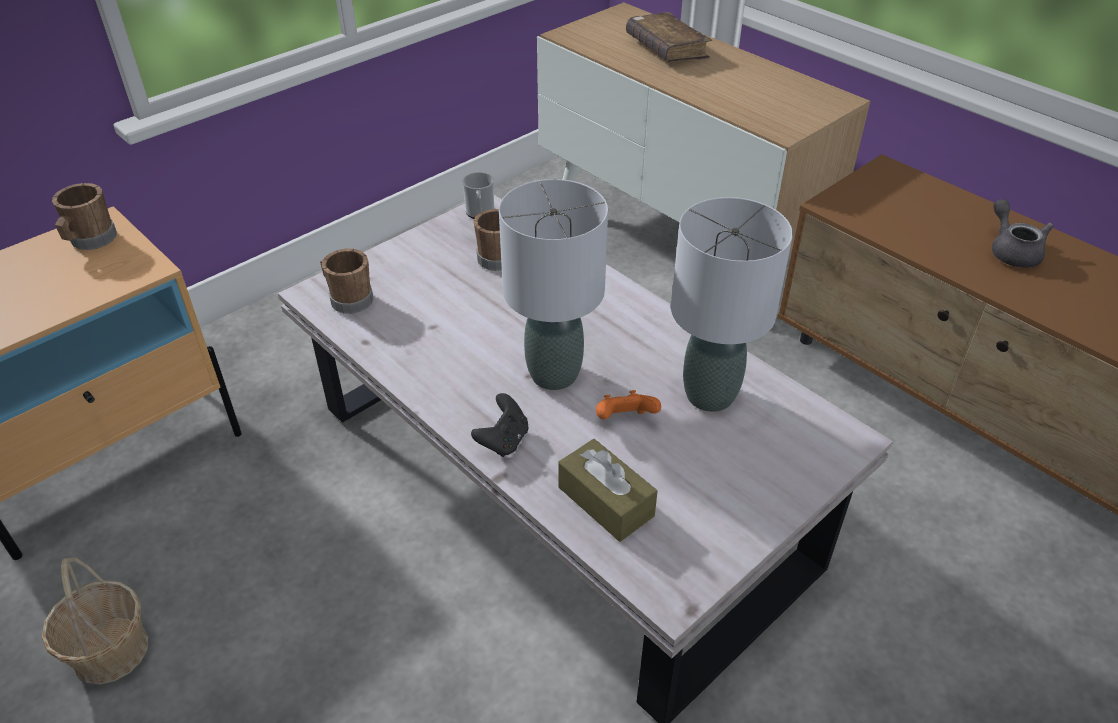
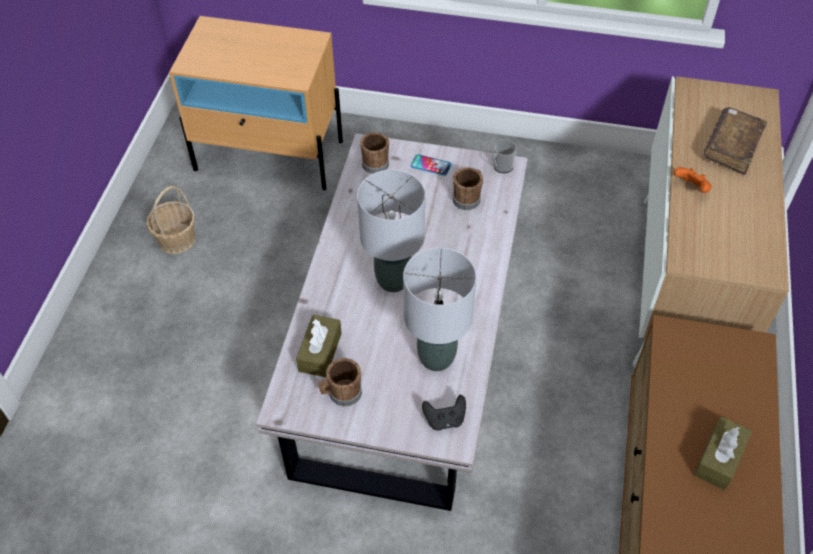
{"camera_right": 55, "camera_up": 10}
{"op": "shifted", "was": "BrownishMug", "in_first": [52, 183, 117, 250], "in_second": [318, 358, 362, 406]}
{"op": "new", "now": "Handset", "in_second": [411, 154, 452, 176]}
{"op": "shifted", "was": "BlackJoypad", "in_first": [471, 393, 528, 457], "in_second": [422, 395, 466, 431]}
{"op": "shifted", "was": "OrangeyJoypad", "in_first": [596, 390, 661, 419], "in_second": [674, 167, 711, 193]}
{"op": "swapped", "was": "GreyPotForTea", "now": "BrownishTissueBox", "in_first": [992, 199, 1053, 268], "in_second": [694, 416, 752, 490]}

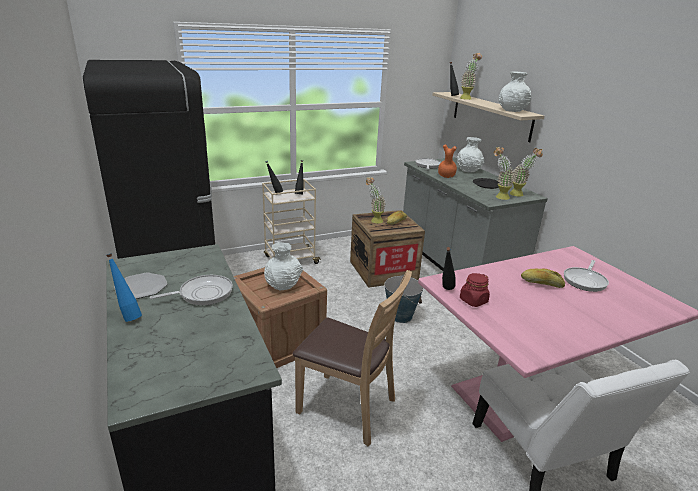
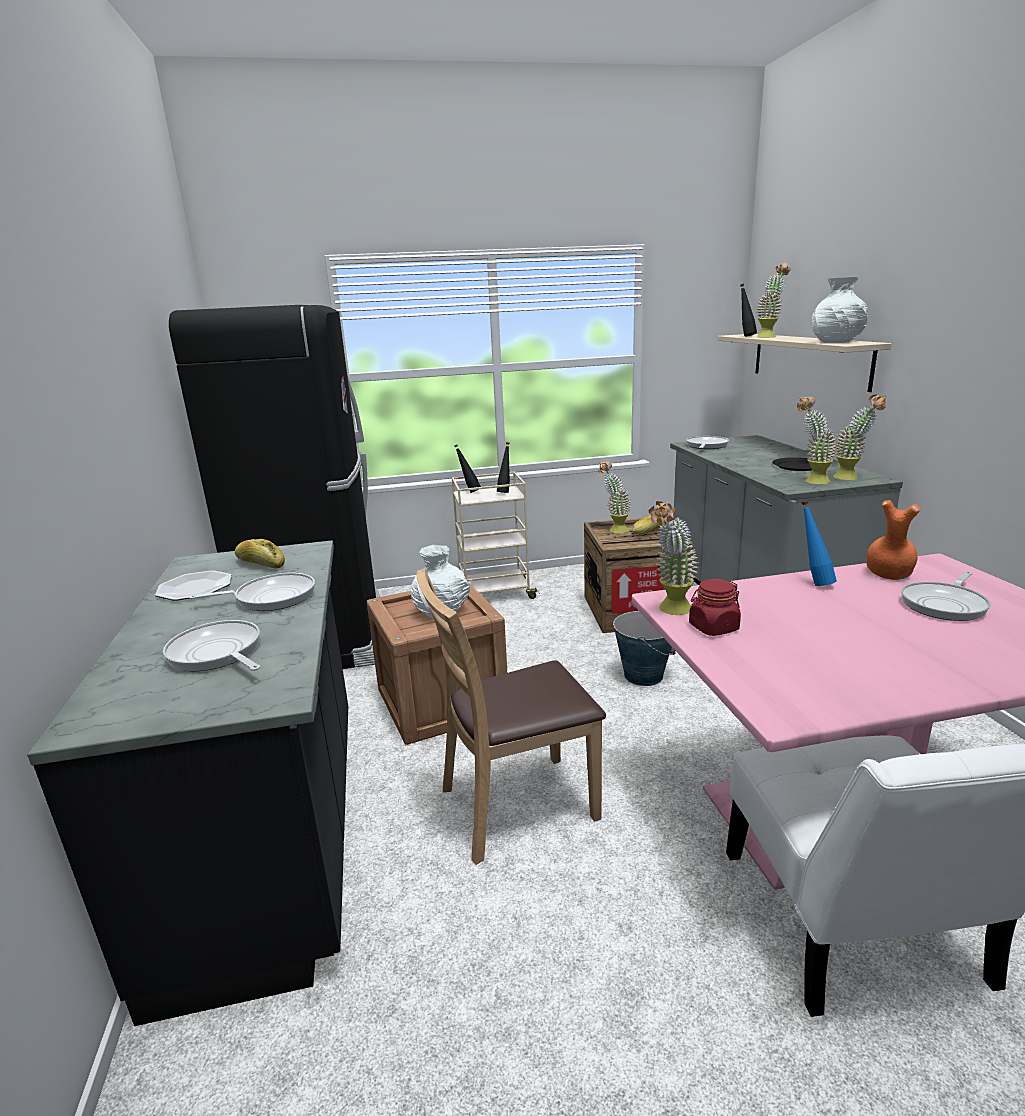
{"camera_right": 15, "camera_up": -5}
{"op": "new", "now": "Skillet", "in_second": [163, 620, 261, 671]}
{"op": "shifted", "was": "BakedBread", "in_first": [521, 269, 565, 288], "in_second": [235, 539, 285, 568]}
{"op": "rotated", "was": "BrownishChair", "in_first": [293, 270, 412, 446], "in_second": [416, 568, 606, 865], "clockwise": 120}
{"op": "swapped", "was": "BlackBeverageBottle", "now": "PottedPlant", "in_first": [442, 247, 455, 290], "in_second": [649, 501, 699, 615]}
{"op": "shifted", "was": "BluishBeverageBottle", "in_first": [106, 253, 142, 322], "in_second": [801, 500, 837, 586]}
{"op": "shifted", "was": "OrangeyFlowerVase", "in_first": [438, 145, 457, 178], "in_second": [866, 500, 920, 580]}
{"op": "gone", "was": "WhiteColouredFlowerVase", "in_first": [457, 137, 485, 173]}

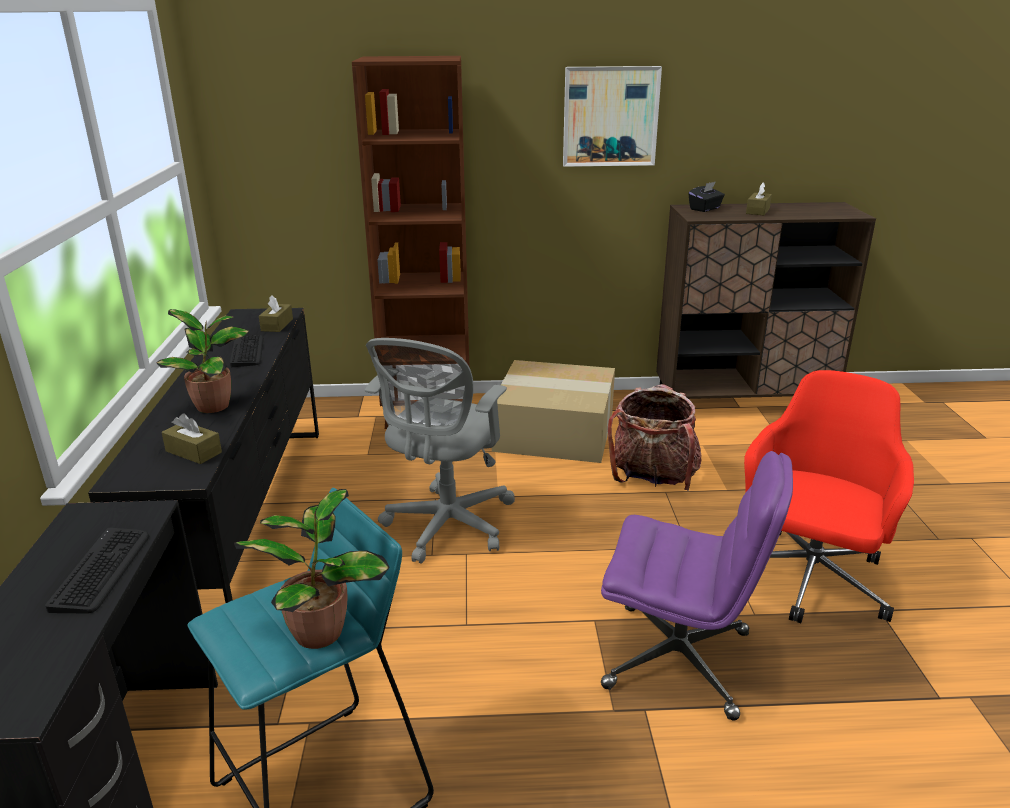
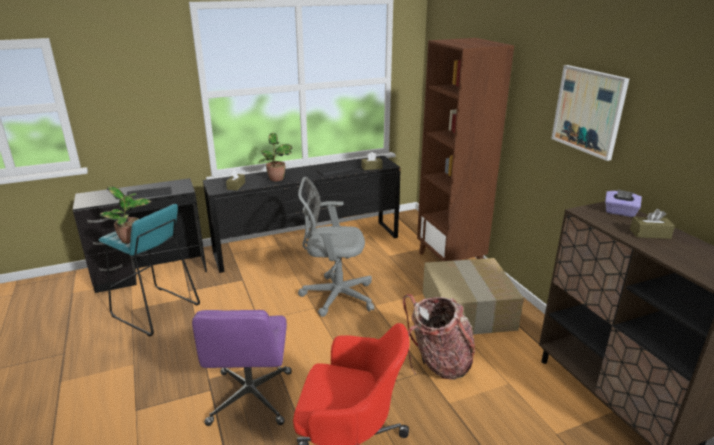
{"camera_right": 70, "camera_up": 0}
{"op": "repainted", "was": "BlackTissueBox", "now": "PurplishTissueBox", "in_first": [689, 182, 725, 212], "in_second": [605, 190, 642, 217]}

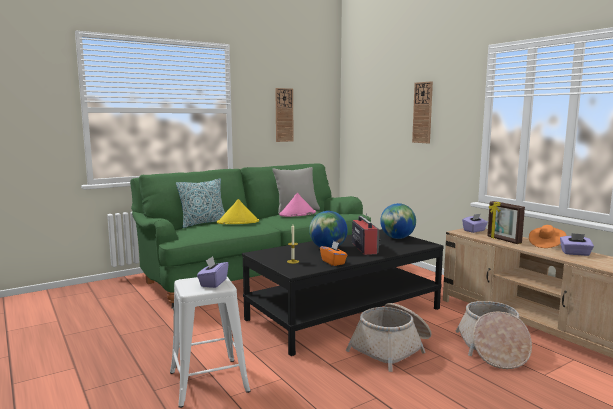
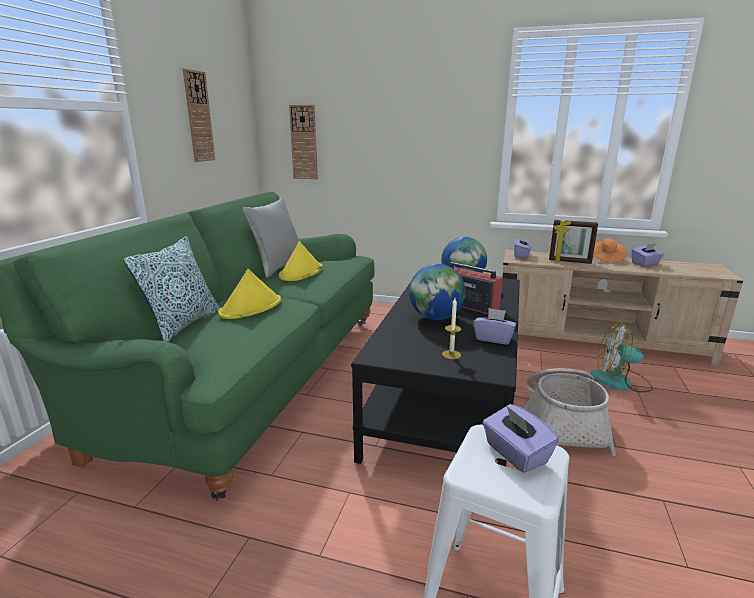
{"camera_right": -40, "camera_up": 10}
{"op": "repainted", "was": "PinkishWearableHat", "now": "YellowWearableHat", "in_first": [279, 193, 316, 217], "in_second": [279, 241, 322, 281]}
{"op": "shifted", "was": "WallClock", "in_first": [412, 81, 433, 144], "in_second": [289, 105, 318, 179]}
{"op": "repainted", "was": "OrangeyTissueBox", "now": "PurplishTissueBox", "in_first": [320, 241, 347, 266], "in_second": [473, 308, 516, 345]}
{"op": "swapped", "was": "Basket", "now": "CoolingFan", "in_first": [456, 301, 532, 369], "in_second": [590, 323, 653, 393]}

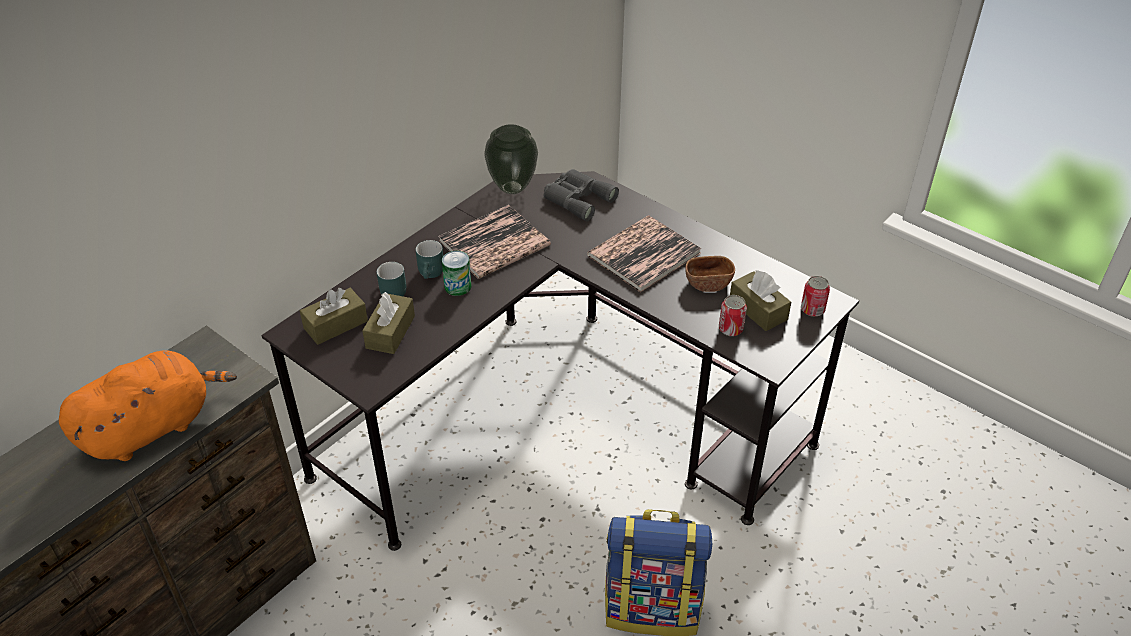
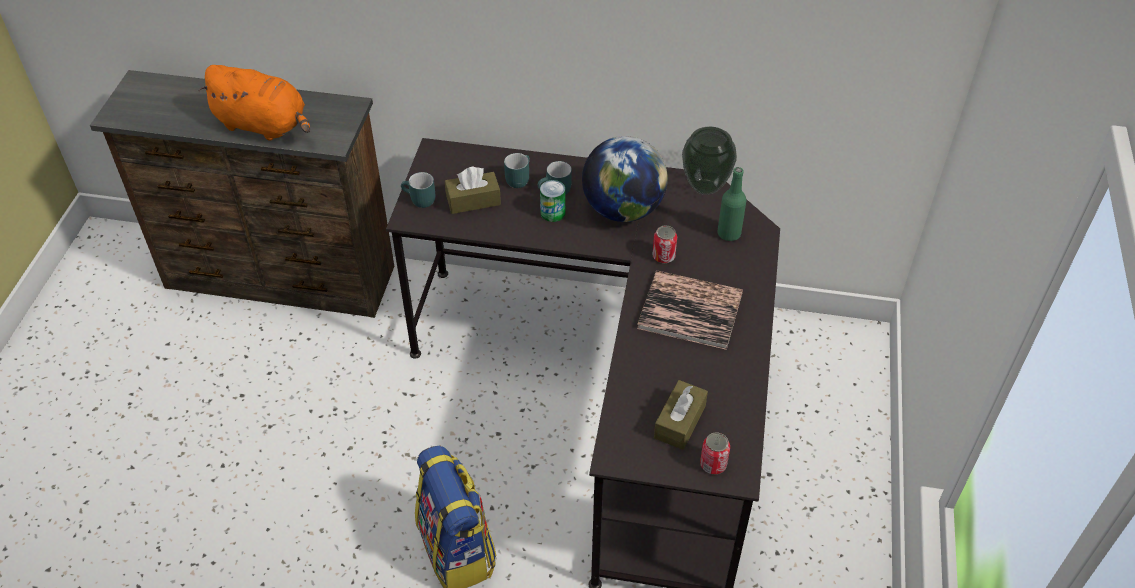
{"camera_right": 60, "camera_up": 5}
{"op": "new", "now": "TurquoiseColouredMug", "in_second": [401, 172, 435, 208]}
{"op": "swapped", "was": "Volume", "now": "DeskGlobe", "in_first": [438, 205, 551, 279], "in_second": [582, 136, 668, 222]}
{"op": "shifted", "was": "MetalCan", "in_first": [719, 295, 747, 336], "in_second": [652, 225, 677, 263]}
{"op": "swapped", "was": "GreyBinoculars", "now": "GreenBeverageBottle", "in_first": [543, 169, 619, 221], "in_second": [717, 167, 747, 241]}
{"op": "gone", "was": "BrownishTissueBox", "in_first": [300, 288, 368, 345]}
{"op": "gone", "was": "BrownishDeepDish", "in_first": [685, 256, 735, 292]}

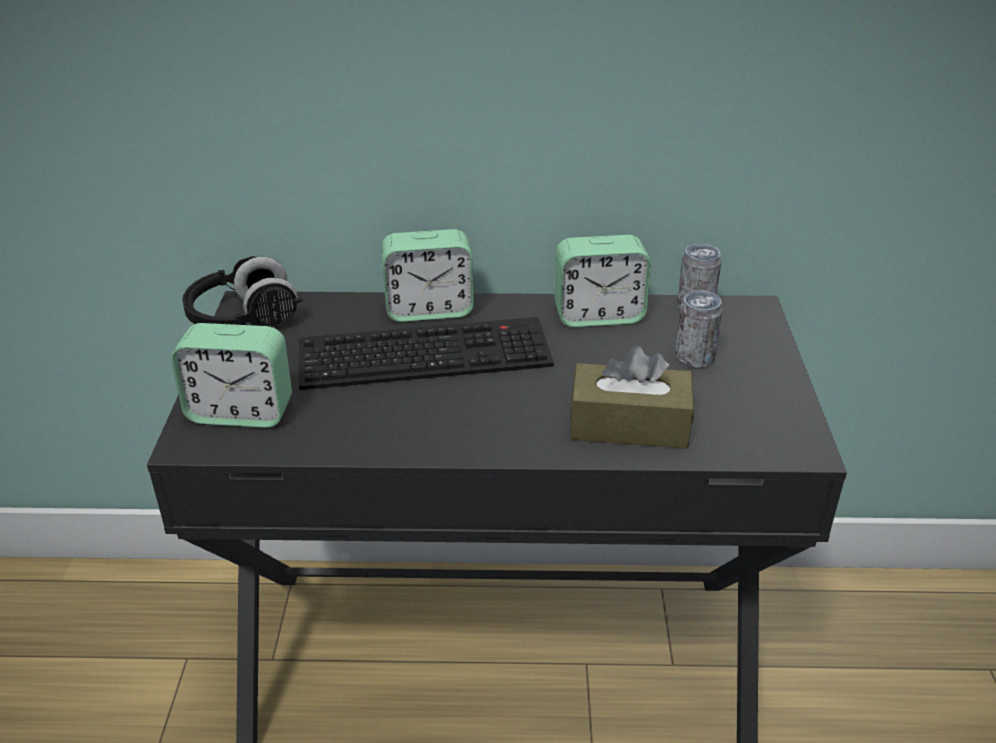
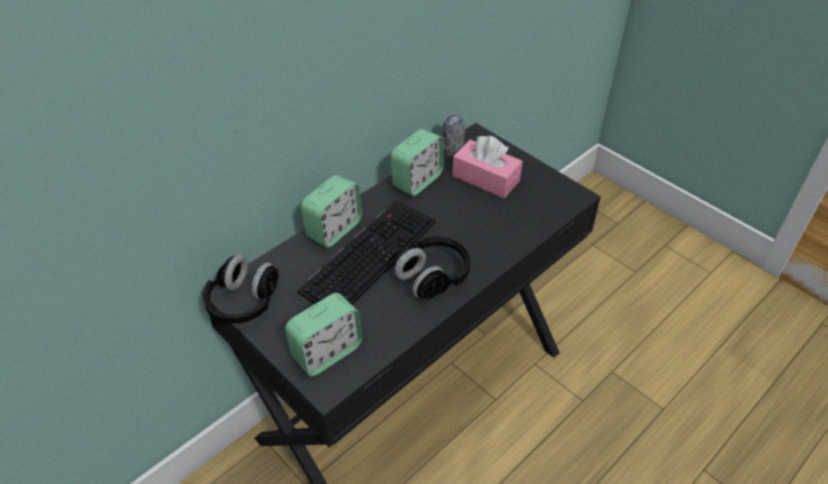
{"camera_right": -45, "camera_up": 10}
{"op": "new", "now": "BlackHeadphones", "in_second": [390, 237, 471, 299]}
{"op": "swapped", "was": "MetalCan", "now": "PinkishTissueBox", "in_first": [675, 290, 723, 369], "in_second": [452, 136, 523, 198]}
{"op": "gone", "was": "BrownishTissueBox", "in_first": [570, 346, 694, 449]}

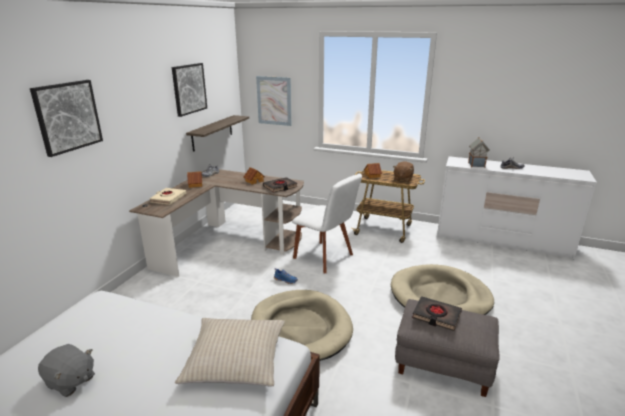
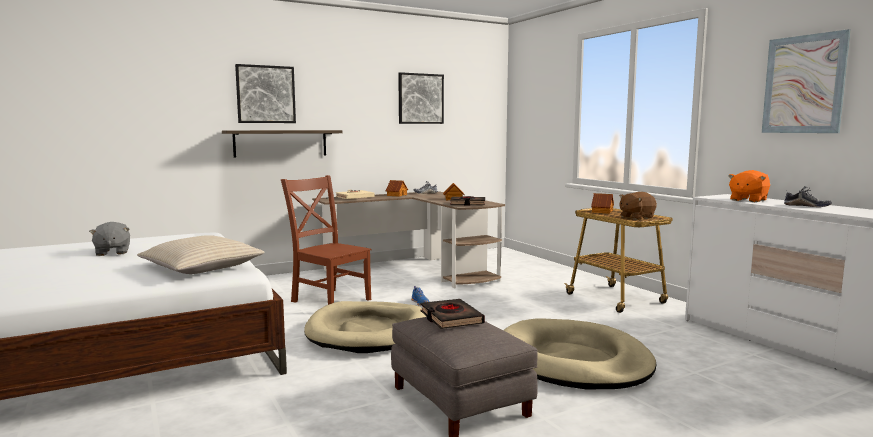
{"camera_right": 40, "camera_up": -15}
{"op": "shifted", "was": "WallShelf", "in_first": [186, 115, 249, 152], "in_second": [222, 130, 343, 158]}
{"op": "new", "now": "BrownishChair", "in_second": [281, 175, 372, 305]}
{"op": "swapped", "was": "MiniatureHouse", "now": "OrangeyCuddlyToy", "in_first": [468, 137, 490, 168], "in_second": [728, 170, 770, 202]}
{"op": "shifted", "was": "Picture", "in_first": [256, 76, 292, 126], "in_second": [762, 29, 851, 133]}
{"op": "gone", "was": "WhiteColouredChair", "in_first": [292, 174, 362, 273]}

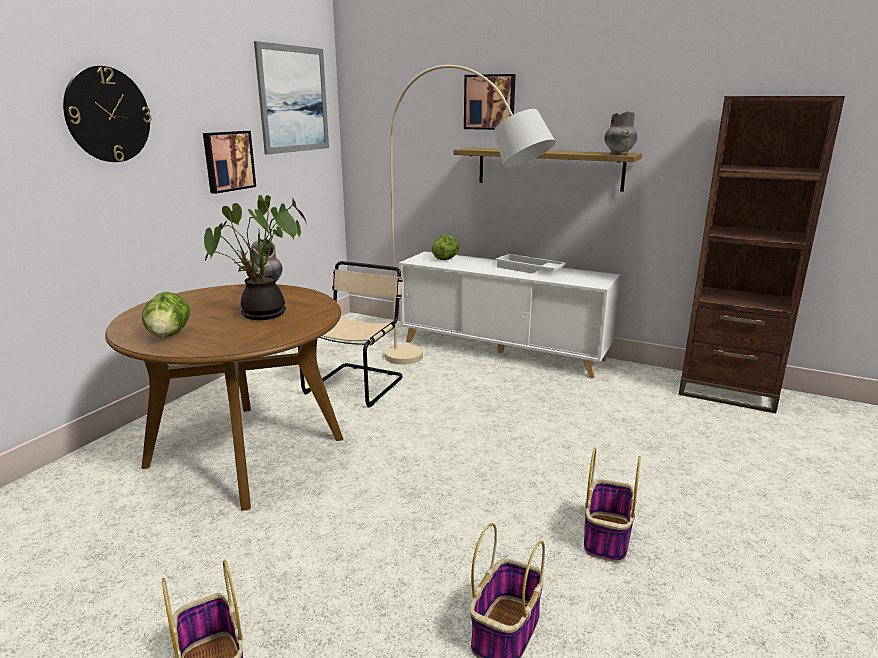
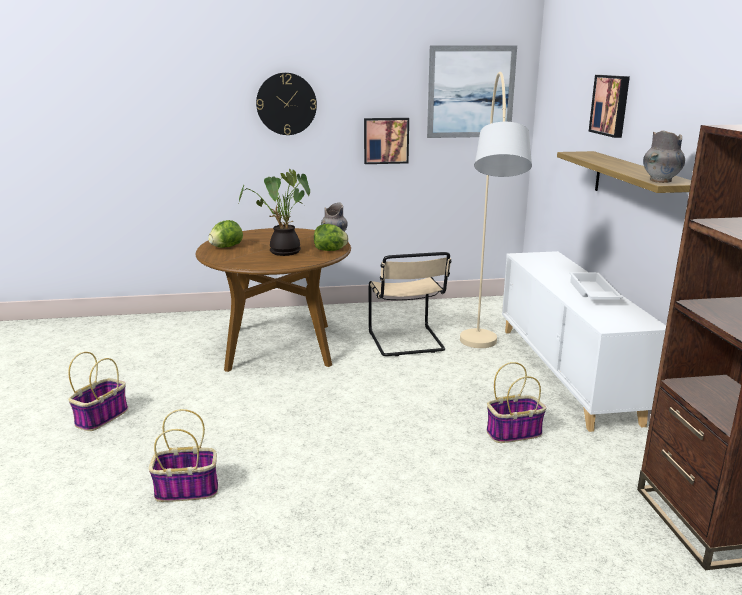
{"camera_right": 55, "camera_up": 0}
{"op": "shifted", "was": "HeadOfLettuce", "in_first": [432, 235, 459, 260], "in_second": [314, 224, 349, 251]}
{"op": "rotated", "was": "BeigeColouredChair", "in_first": [298, 261, 403, 408], "in_second": [369, 252, 451, 356], "clockwise": 90}
{"op": "shifted", "was": "Basket", "in_first": [584, 447, 641, 562], "in_second": [486, 362, 546, 443]}

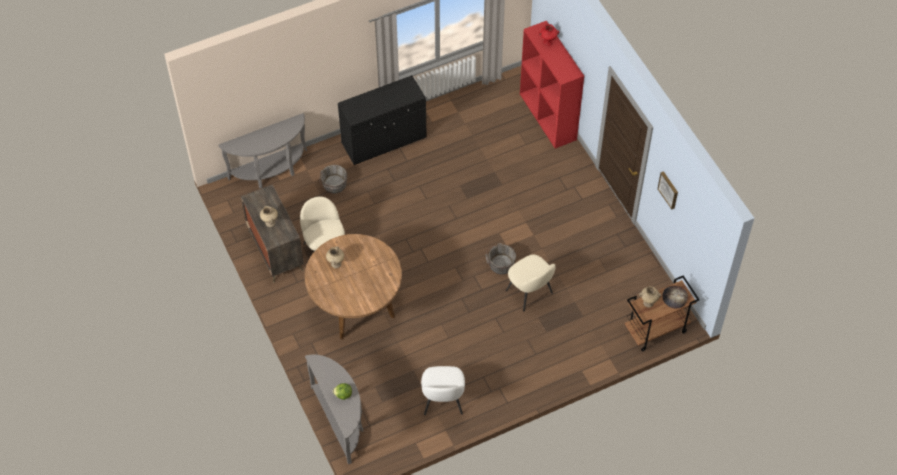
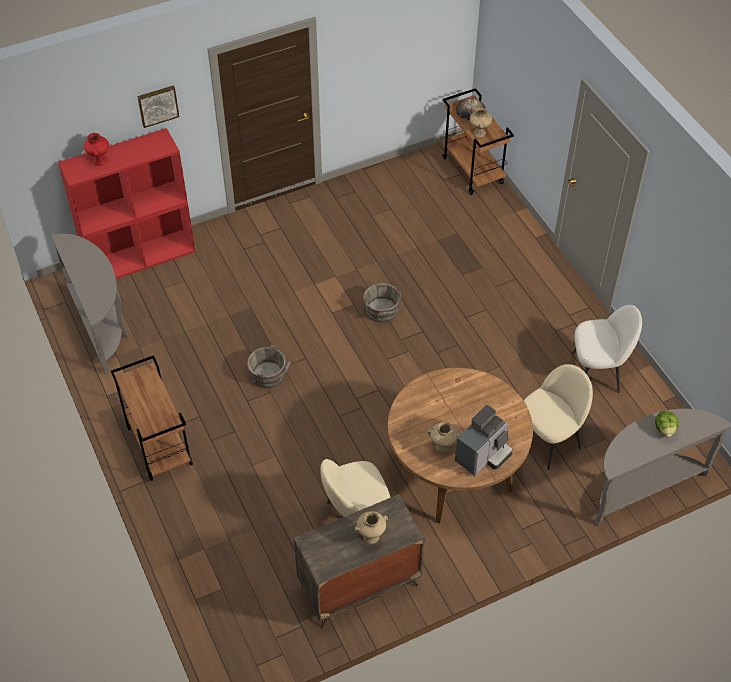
{"camera_right": -90, "camera_up": -5}
{"op": "shifted", "was": "GreyConsoleTable", "in_first": [218, 113, 307, 188], "in_second": [51, 234, 129, 375]}
{"op": "swapped", "was": "BlackCupboard", "now": "BrownishCart", "in_first": [338, 75, 427, 165], "in_second": [111, 355, 193, 481]}
{"op": "shifted", "was": "Picture", "in_first": [658, 171, 678, 210], "in_second": [137, 86, 179, 128]}
{"op": "shifted", "was": "GreyPail", "in_first": [319, 165, 347, 194], "in_second": [247, 345, 290, 388]}
{"op": "new", "now": "CoffeeMaker", "in_second": [455, 405, 513, 476]}
{"op": "shifted", "was": "BeigeColouredChair", "in_first": [506, 254, 556, 311], "in_second": [524, 364, 593, 470]}

